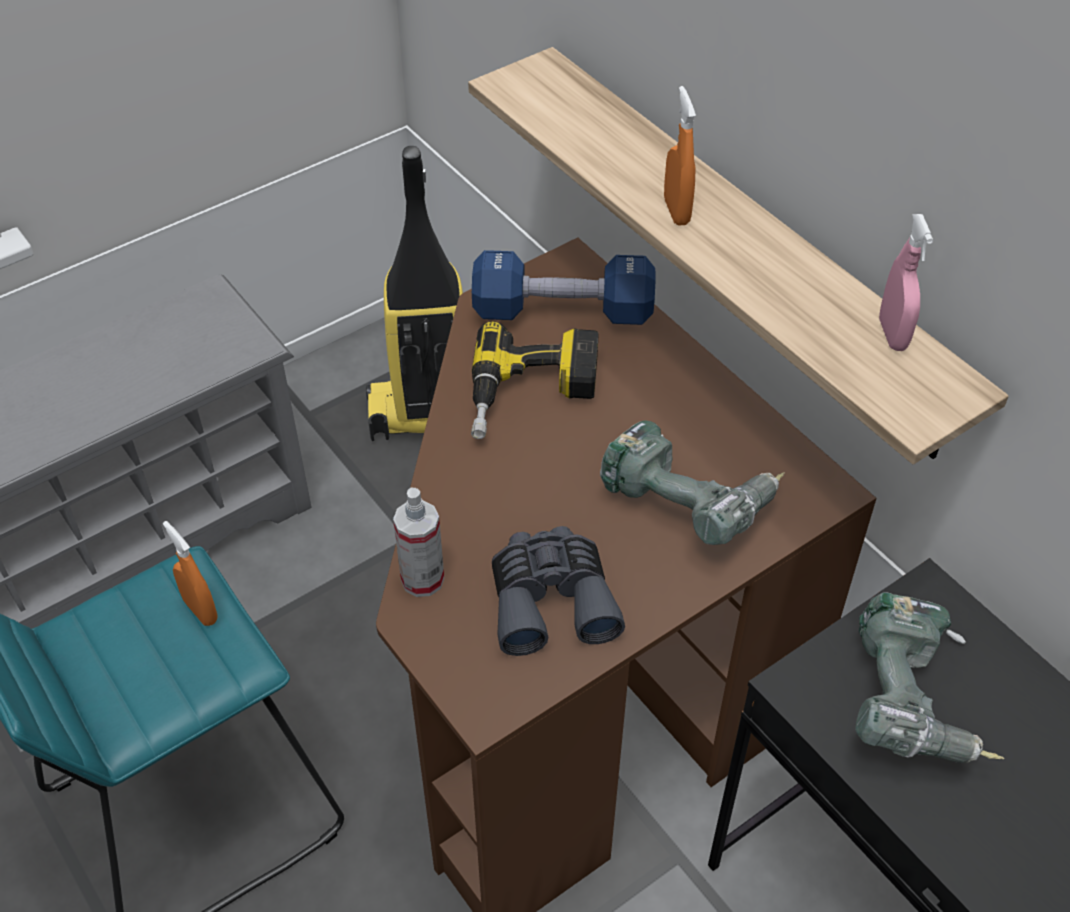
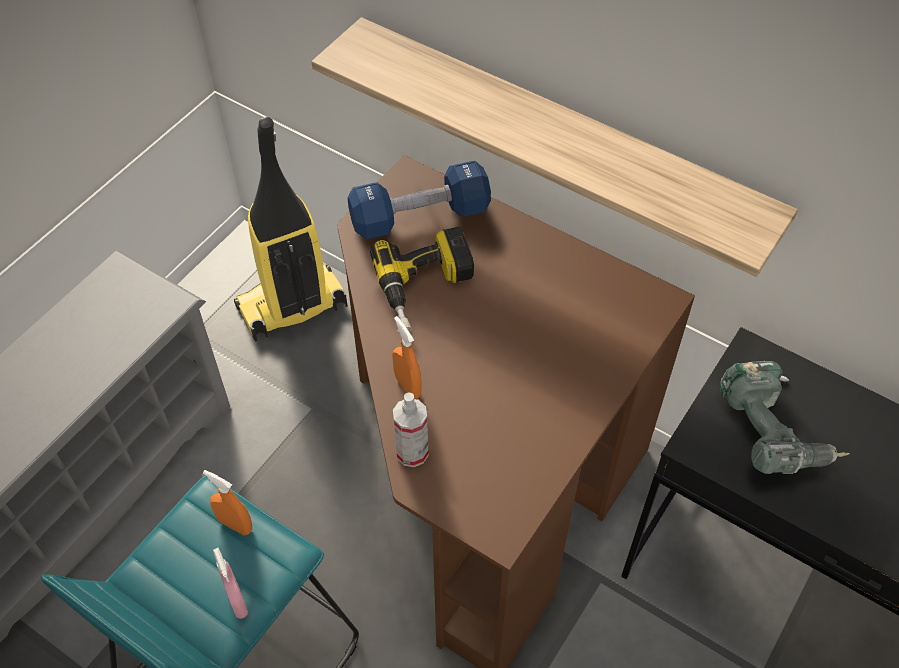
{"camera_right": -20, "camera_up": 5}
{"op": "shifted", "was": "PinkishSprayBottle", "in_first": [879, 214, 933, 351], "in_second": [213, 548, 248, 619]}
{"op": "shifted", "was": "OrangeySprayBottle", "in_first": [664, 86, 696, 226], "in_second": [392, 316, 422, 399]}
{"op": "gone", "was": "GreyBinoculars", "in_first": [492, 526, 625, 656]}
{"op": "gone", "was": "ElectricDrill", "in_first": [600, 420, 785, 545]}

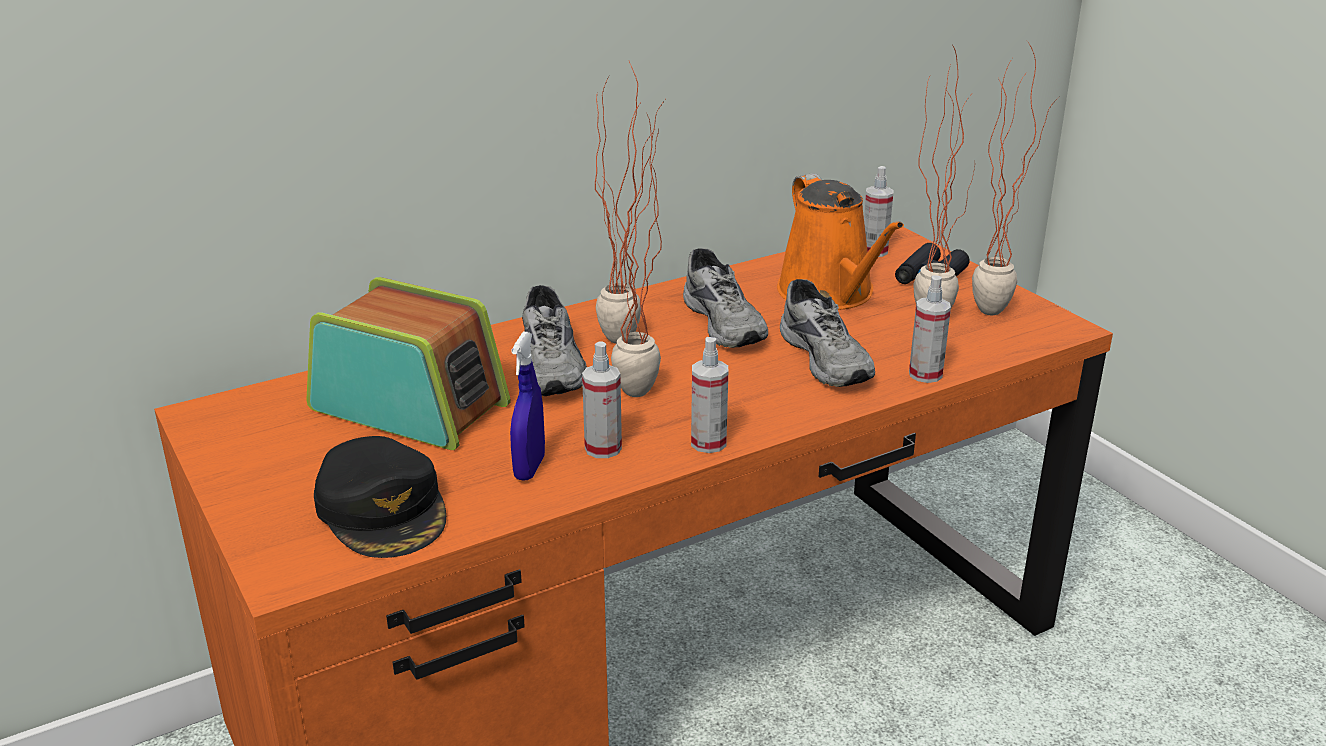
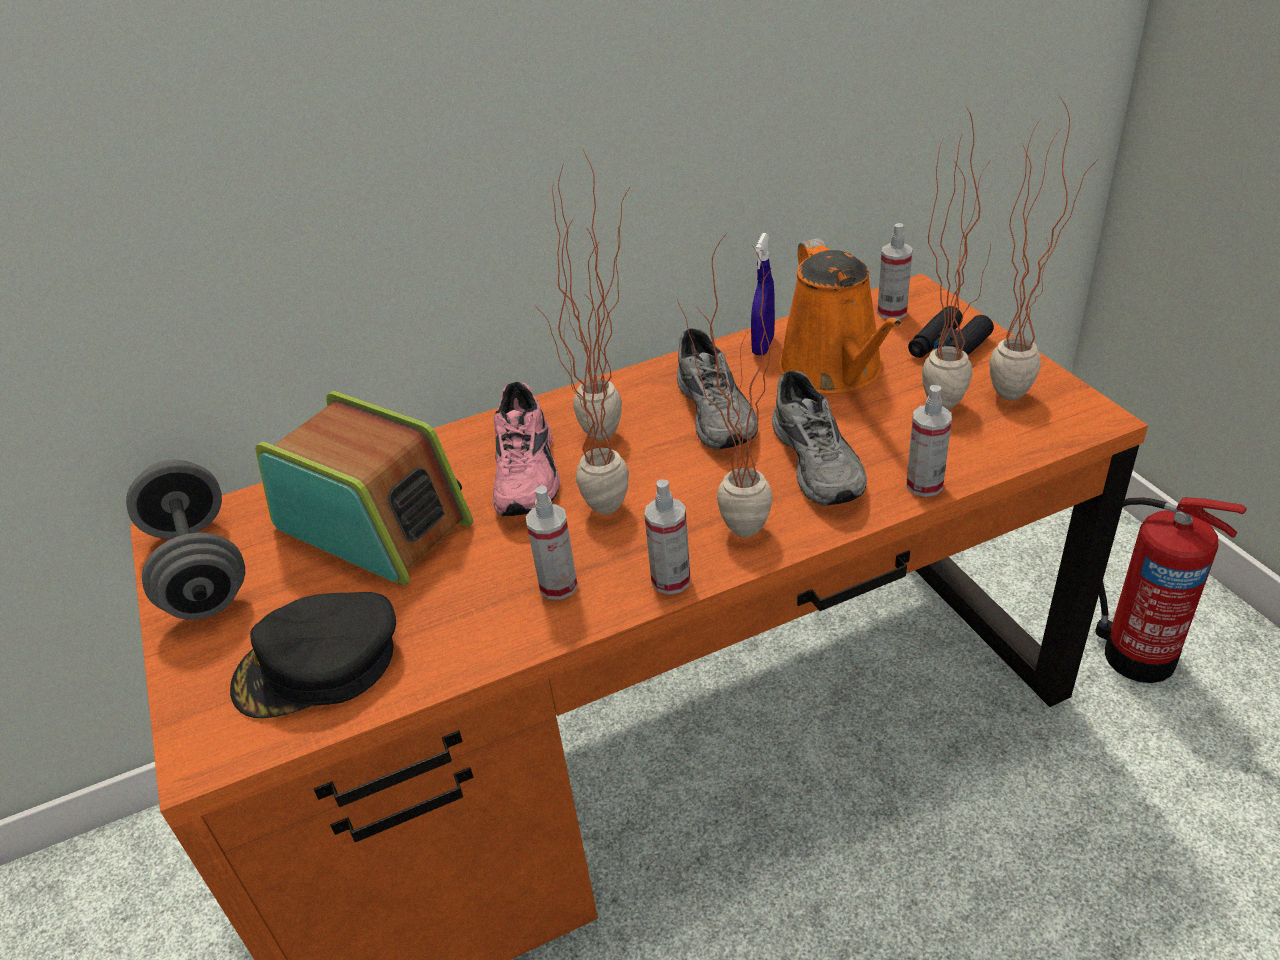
{"camera_right": 10, "camera_up": 10}
{"op": "new", "now": "GreyDumbbell", "in_second": [126, 459, 245, 620]}
{"op": "rotated", "was": "BlackBaseballCap", "in_first": [314, 436, 446, 558], "in_second": [230, 592, 396, 718], "clockwise": 90}
{"op": "repainted", "was": "GreyShoe", "now": "PinkishShoe", "in_first": [522, 285, 587, 396], "in_second": [493, 382, 560, 516]}
{"op": "new", "now": "PottedPlant", "in_second": [677, 233, 773, 537]}
{"op": "shifted", "was": "BluishSprayBottle", "in_first": [510, 332, 545, 480], "in_second": [751, 233, 775, 355]}
{"op": "new", "now": "FireExtinguisher", "in_second": [1095, 497, 1247, 683]}

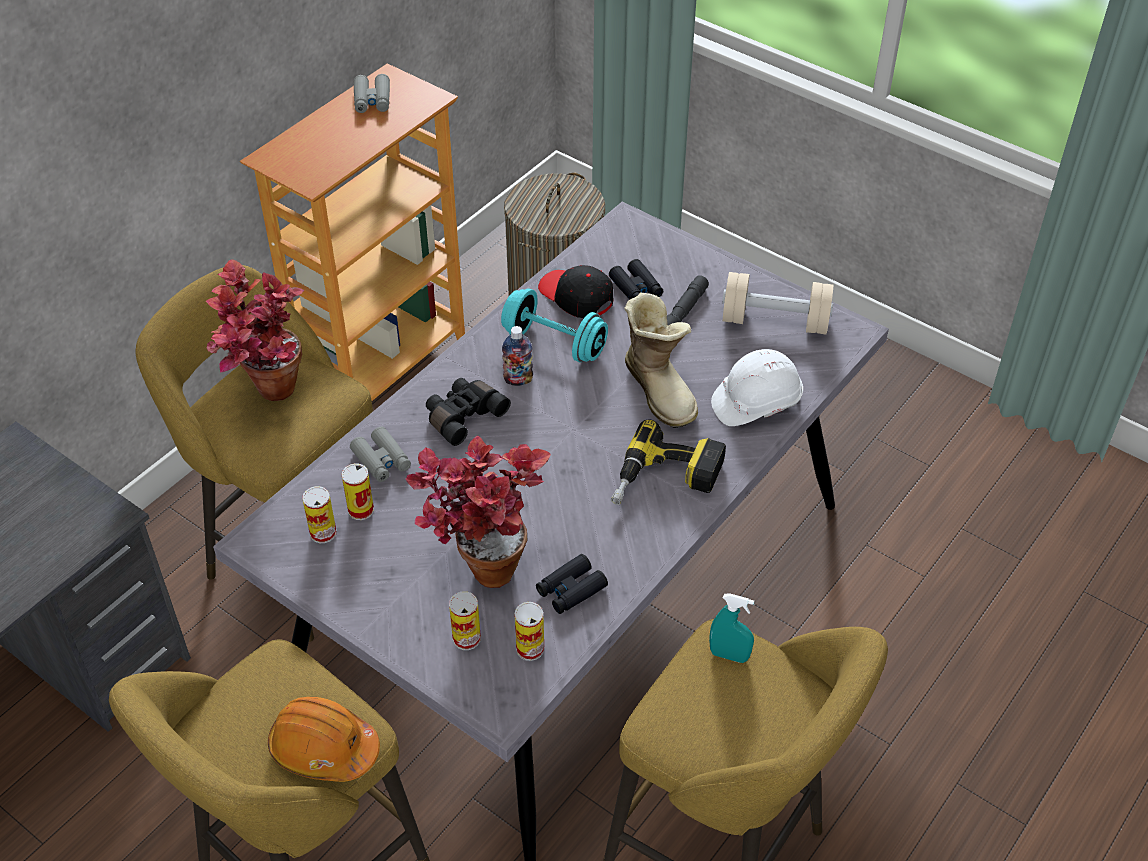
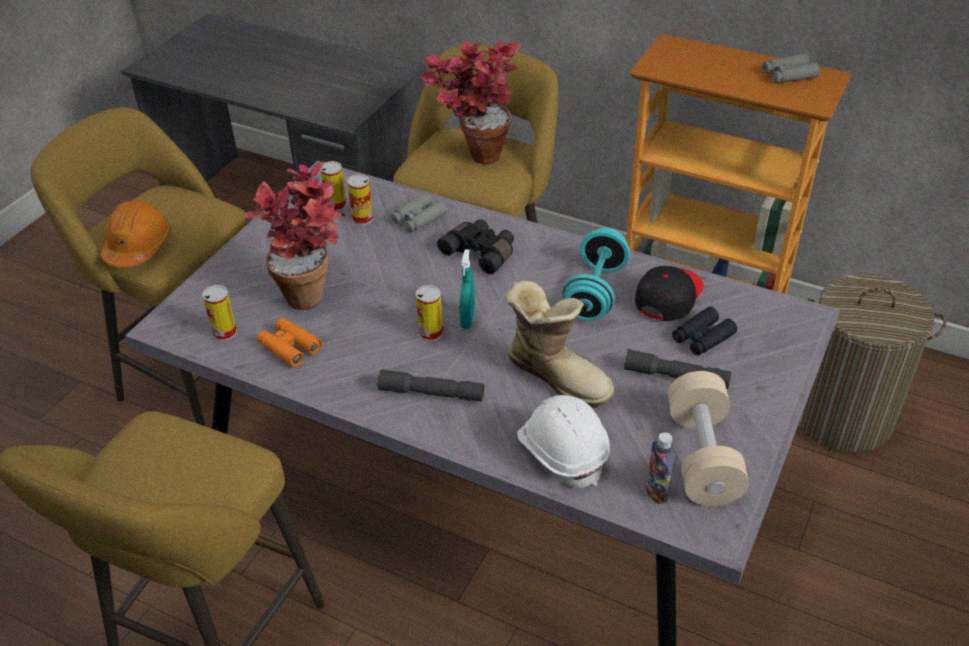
{"camera_right": 80, "camera_up": -5}
{"op": "repainted", "was": "BlackBinoculars", "now": "OrangeyBinoculars", "in_first": [536, 554, 608, 614], "in_second": [257, 318, 322, 367]}
{"op": "swapped", "was": "ElectricDrill", "now": "GreyTorch", "in_first": [610, 419, 726, 505], "in_second": [377, 369, 484, 401]}
{"op": "shifted", "was": "MetalCan", "in_first": [449, 591, 481, 650], "in_second": [416, 285, 443, 341]}
{"op": "shifted", "was": "TurquoiseColouredSprayBottle", "in_first": [709, 594, 754, 663], "in_second": [459, 249, 475, 329]}
{"op": "rotated", "was": "TallBoot", "in_first": [624, 292, 698, 428], "in_second": [505, 281, 615, 408], "clockwise": -105}
{"op": "shifted", "was": "BeverageBottle", "in_first": [502, 326, 533, 386], "in_second": [646, 432, 675, 504]}

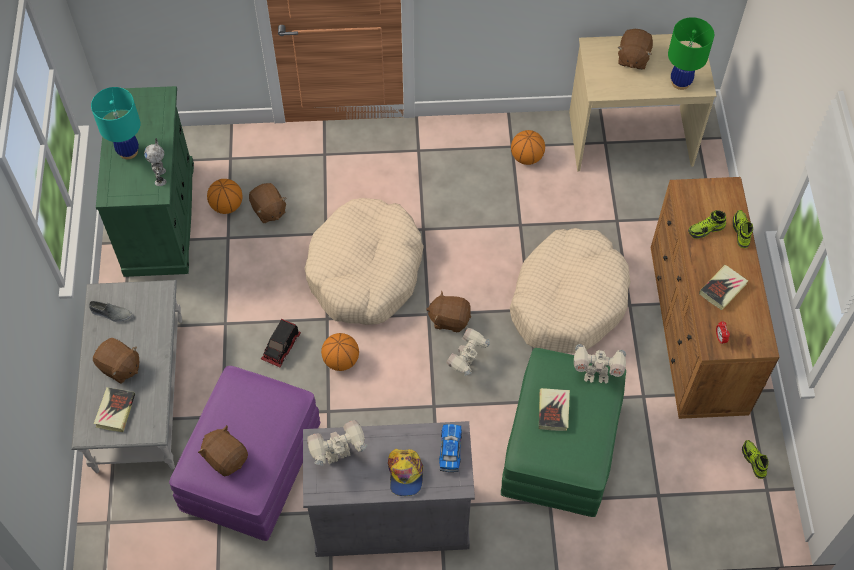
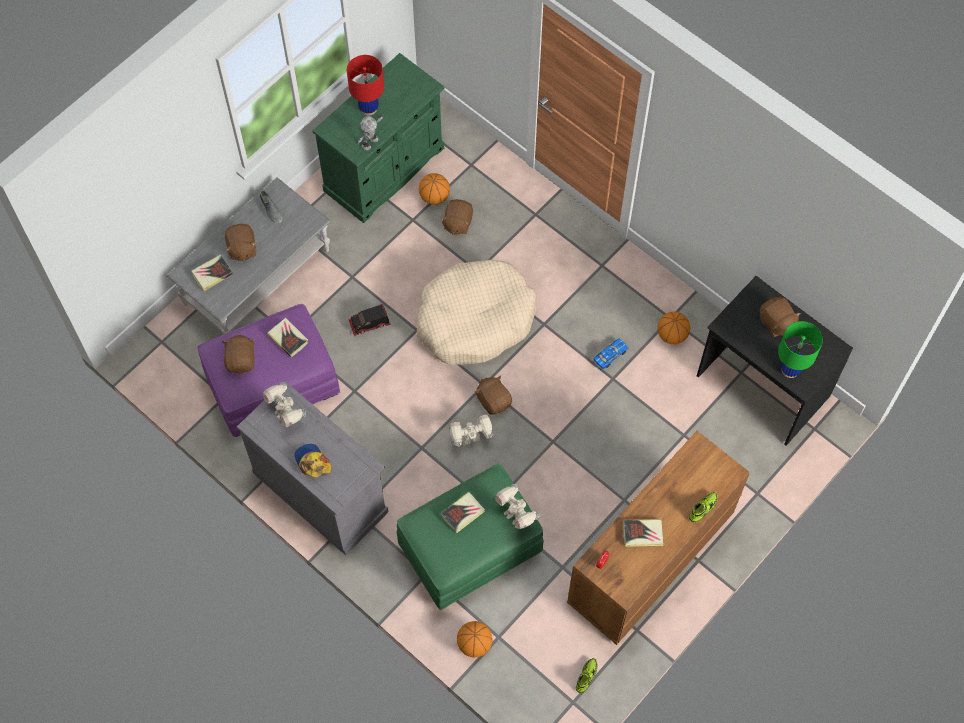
{"camera_right": 45, "camera_up": 5}
{"op": "rotated", "was": "ToyRobot", "in_first": [307, 420, 367, 466], "in_second": [262, 382, 306, 427], "clockwise": -150}
{"op": "new", "now": "Volume", "in_second": [267, 317, 308, 357]}
{"op": "rotated", "was": "BaseballCap", "in_first": [388, 449, 423, 496], "in_second": [294, 444, 331, 478], "clockwise": 105}
{"op": "repainted", "was": "TurquoiseColouredLampForATable", "now": "RedColouredLampForATable", "in_first": [91, 87, 140, 159], "in_second": [347, 55, 384, 116]}
{"op": "shifted", "was": "BallForBasketball", "in_first": [321, 333, 359, 371], "in_second": [457, 621, 493, 658]}
{"op": "shifted", "was": "ModelCar", "in_first": [439, 424, 462, 472], "in_second": [592, 339, 628, 370]}
{"op": "repainted", "was": "BeigeColouredDeskTable", "now": "BlackDeskTable", "in_first": [569, 34, 717, 171], "in_second": [697, 276, 853, 446]}
{"op": "rotated", "was": "BrownishCuddlyToy", "in_first": [617, 29, 653, 70], "in_second": [760, 297, 801, 337], "clockwise": -90}
{"op": "gone", "was": "BeigeColouredPetBed", "in_first": [510, 228, 631, 354]}
{"op": "gone", "was": "Shoe", "in_first": [688, 210, 726, 239]}

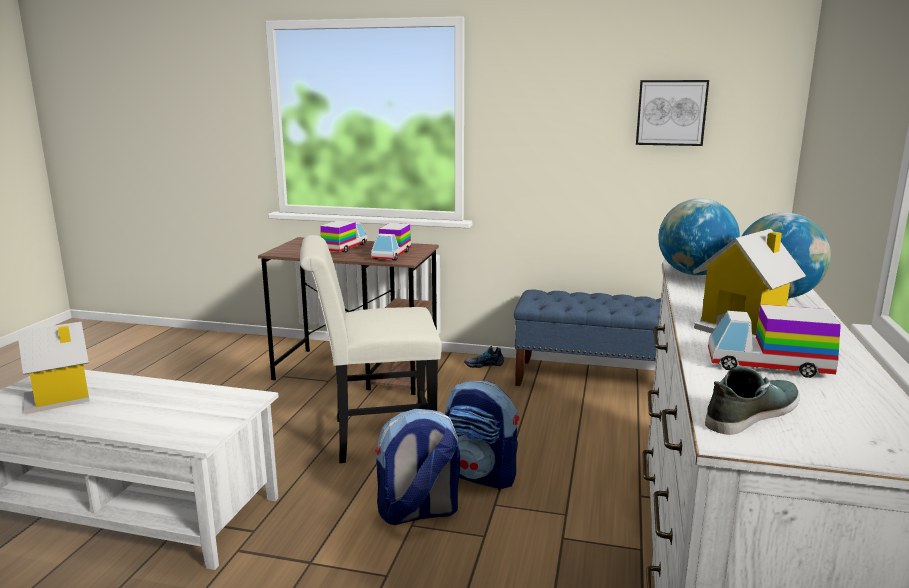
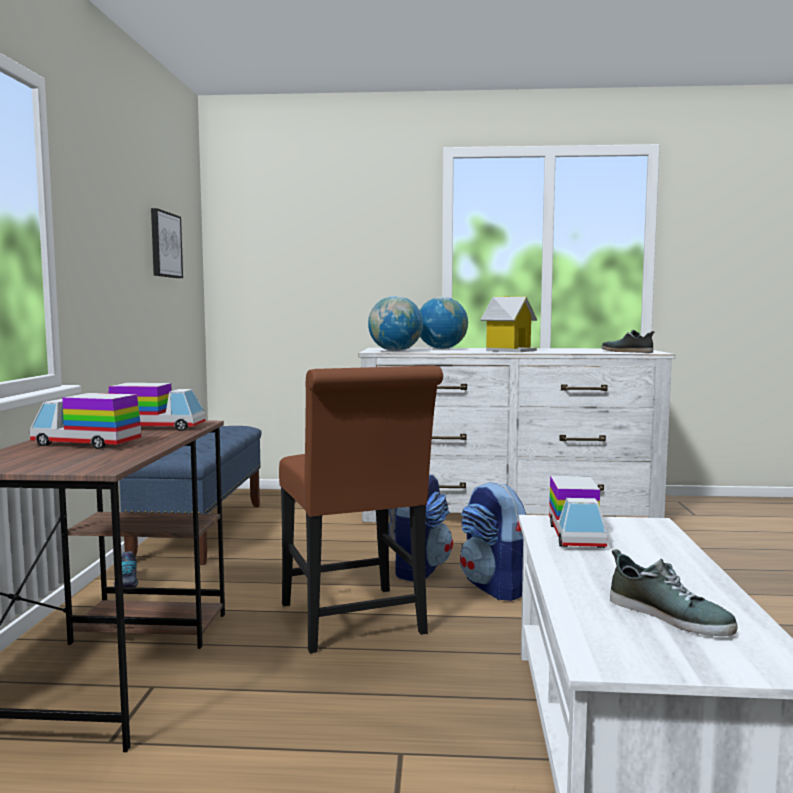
{"camera_right": -100, "camera_up": -10}
{"op": "repainted", "was": "WhiteColouredChair", "now": "BrownishChair", "in_first": [300, 235, 442, 463], "in_second": [279, 365, 443, 653]}
{"op": "shifted", "was": "ToyTruck", "in_first": [708, 304, 841, 378], "in_second": [549, 476, 607, 548]}
{"op": "swapped", "was": "MiniatureHouse", "now": "Shoe", "in_first": [17, 322, 90, 414], "in_second": [610, 549, 737, 636]}

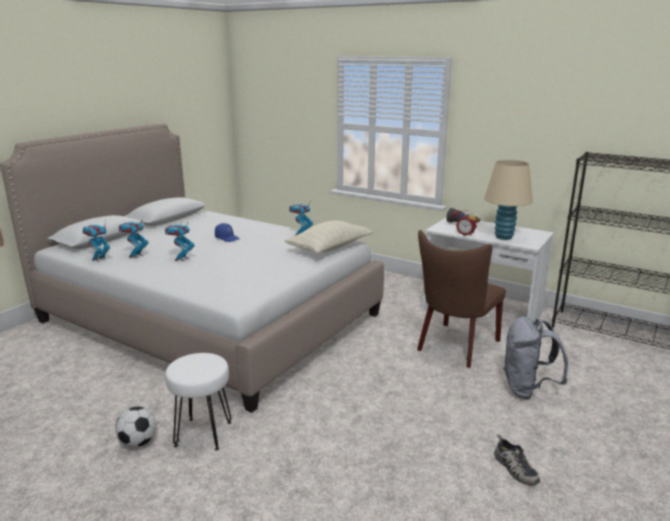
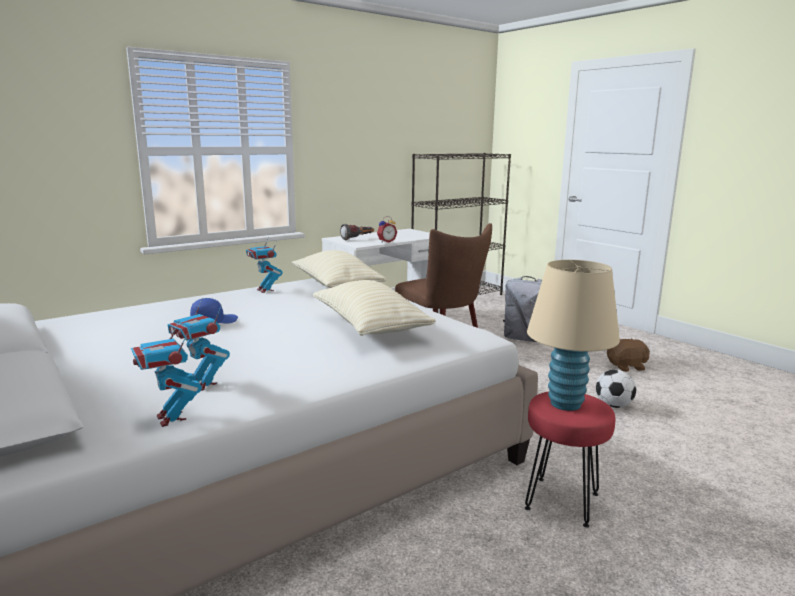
{"camera_right": -70, "camera_up": -5}
{"op": "new", "now": "BeigeColouredCushion", "in_second": [313, 280, 436, 336]}
{"op": "repainted", "was": "WhiteColouredSittingStool", "now": "RedColouredSittingStool", "in_first": [165, 353, 232, 451], "in_second": [525, 392, 615, 527]}
{"op": "shifted", "was": "BeigeColouredLampForATable", "in_first": [484, 160, 533, 240], "in_second": [527, 260, 620, 411]}
{"op": "shifted", "was": "BallForFootball", "in_first": [115, 407, 157, 447], "in_second": [596, 369, 636, 408]}
{"op": "swapped", "was": "Shoe", "now": "BrownishCuddlyToy", "in_first": [494, 434, 540, 485], "in_second": [607, 338, 650, 372]}
{"op": "gone", "was": "ToyRobot", "in_first": [165, 219, 195, 261]}

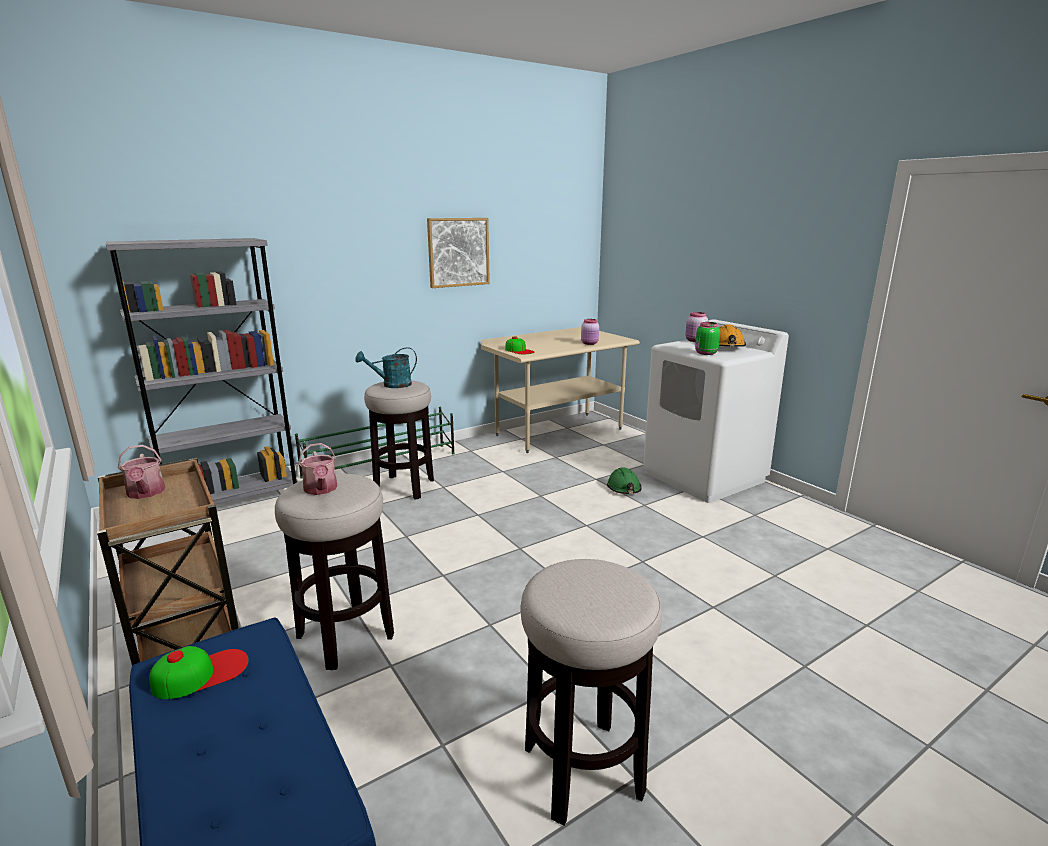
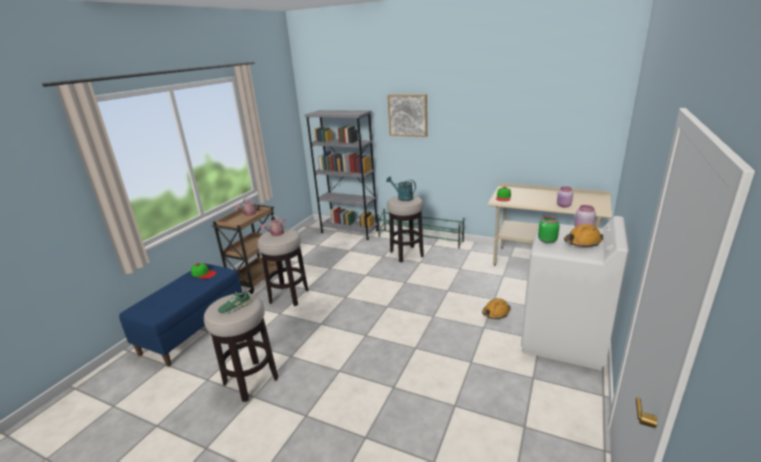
{"camera_right": 60, "camera_up": 5}
{"op": "new", "now": "GreenShoe", "in_second": [218, 291, 252, 314]}
{"op": "shifted", "was": "Picture", "in_first": [427, 218, 490, 288], "in_second": [387, 94, 427, 137]}
{"op": "repainted", "was": "GreenSafetyHelmet", "now": "OrangeySafetyHelmet", "in_first": [607, 467, 641, 494], "in_second": [482, 298, 511, 319]}

